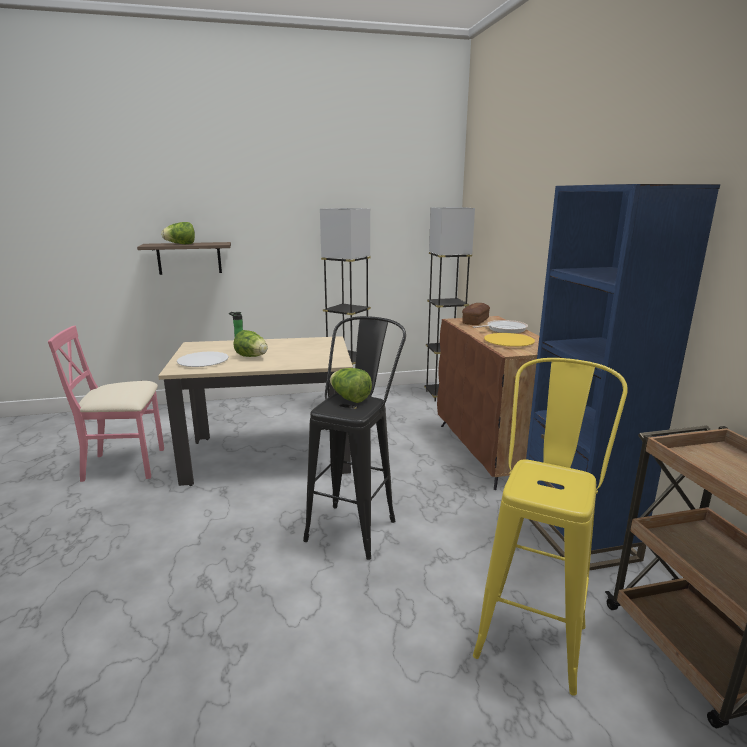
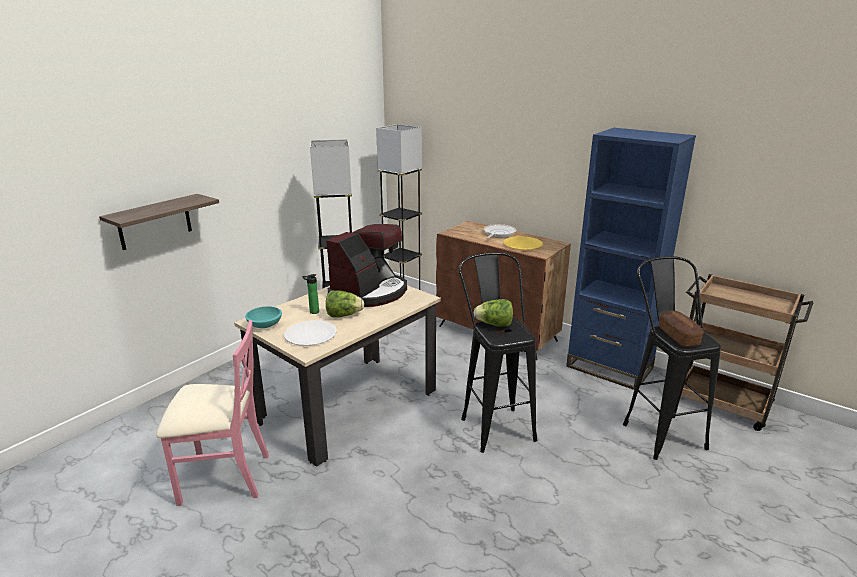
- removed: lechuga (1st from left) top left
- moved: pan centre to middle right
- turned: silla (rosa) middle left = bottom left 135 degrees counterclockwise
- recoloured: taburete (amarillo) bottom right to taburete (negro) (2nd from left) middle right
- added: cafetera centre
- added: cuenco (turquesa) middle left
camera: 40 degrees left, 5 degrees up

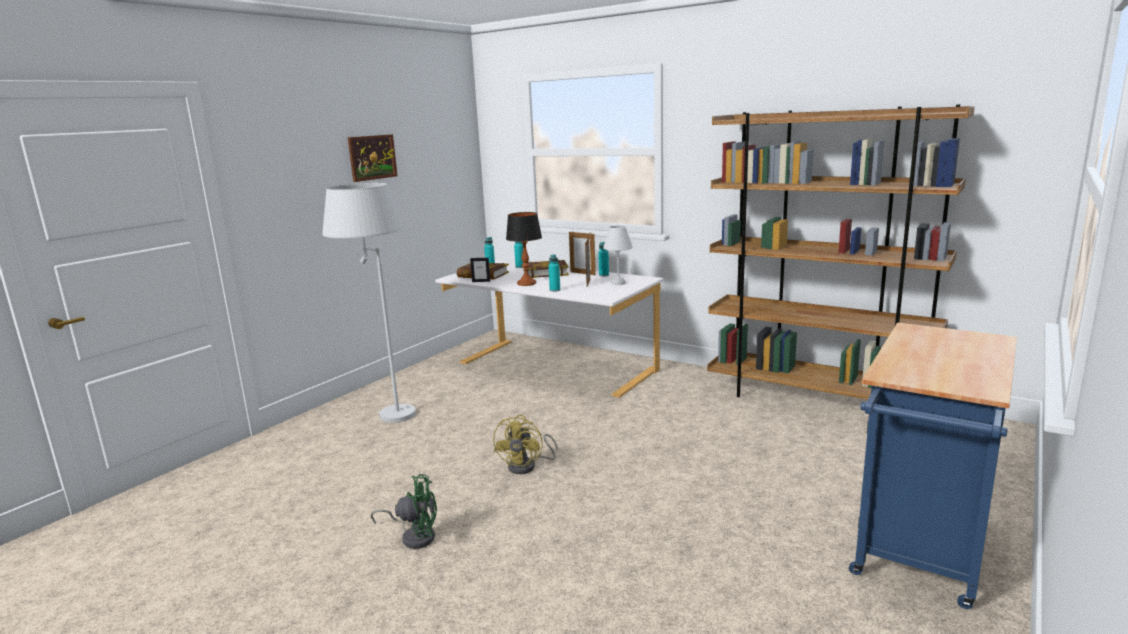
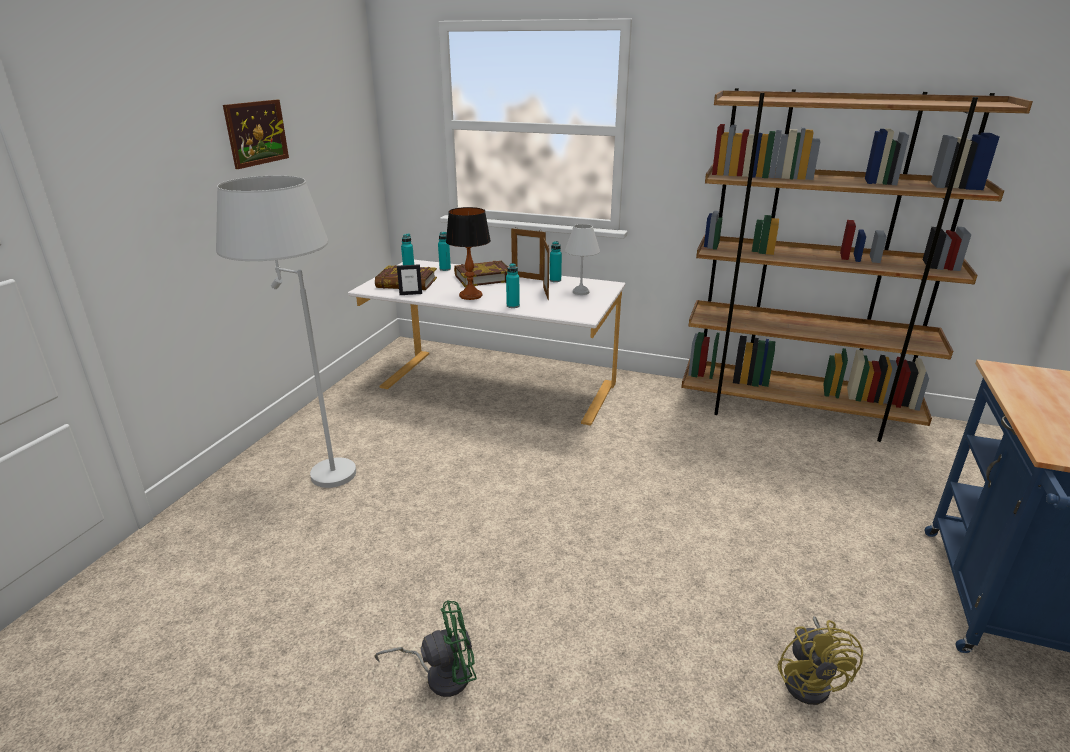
- moved: ventilador (amarillo) bottom centre to bottom right
camera: 15 degrees left, 10 degrees up

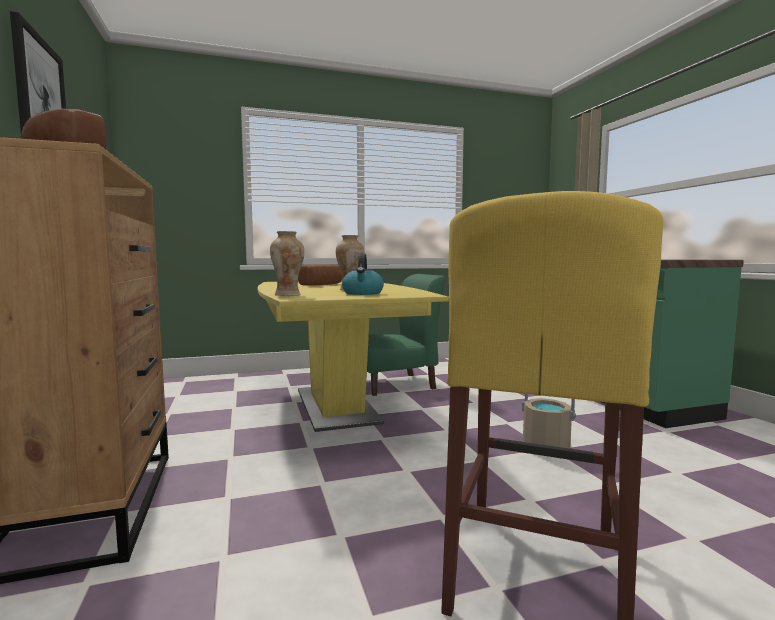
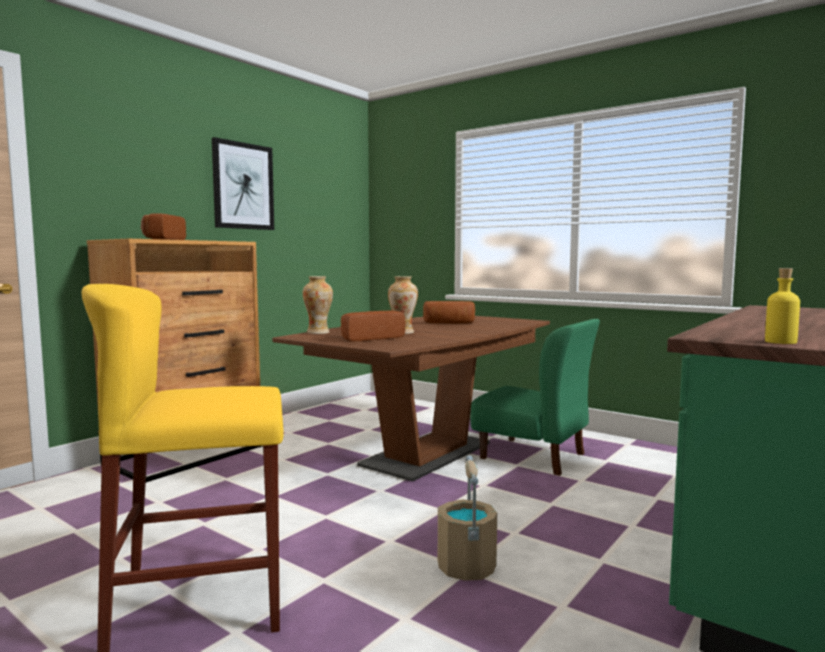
- replaced: hervidor centre to pan (2nd from left) centre
- recoloured: mesa de comedor (amarillo) centre to mesa de comedor (marrón) centre
- added: botella (amarillo) middle right
camera: 55 degrees right, 0 degrees up

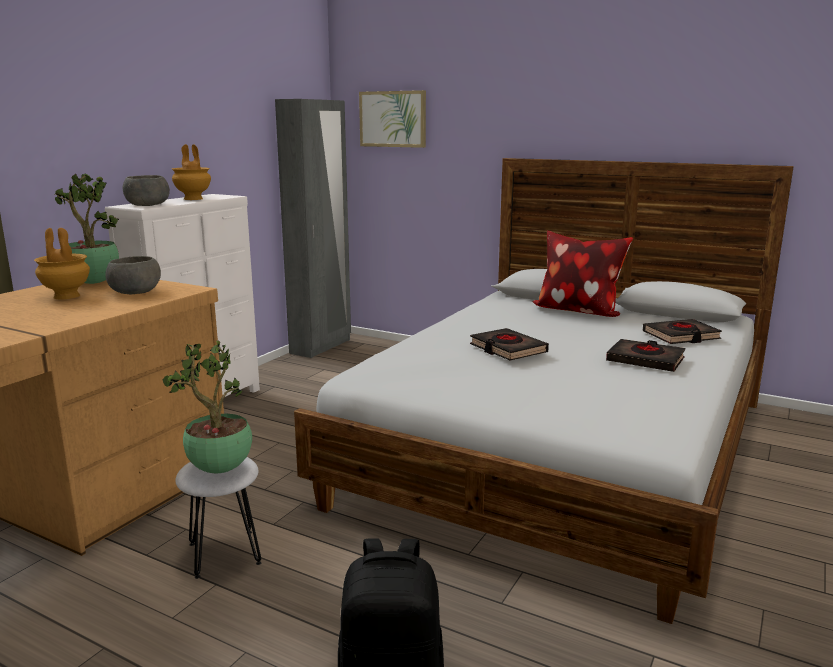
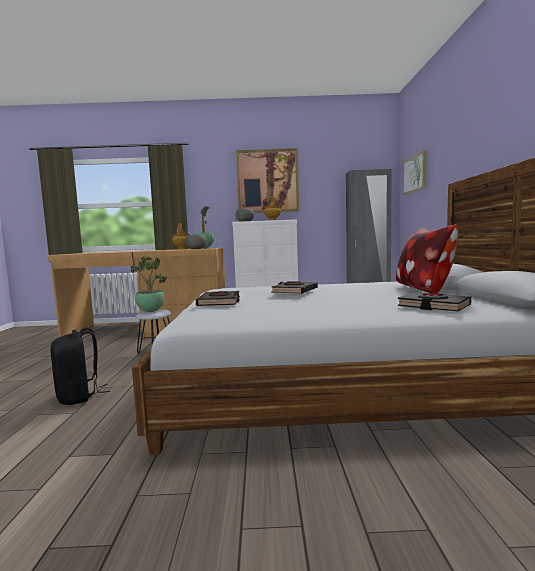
- moved: libro (negro) (2nd from left in the first image) middle right to libro (negro) (1st from left) centre
- added: cuadro (1st from left) top centre
camera: 60 degrees right, 10 degrees down

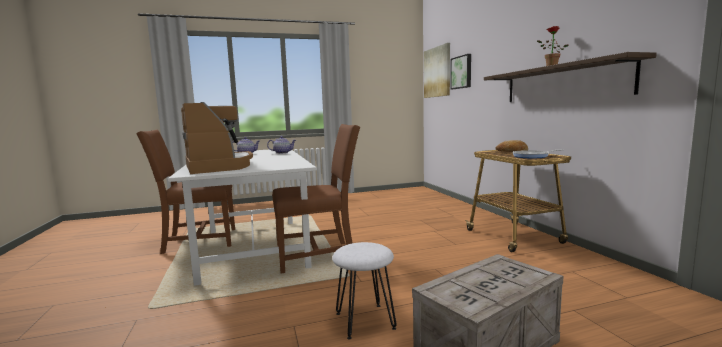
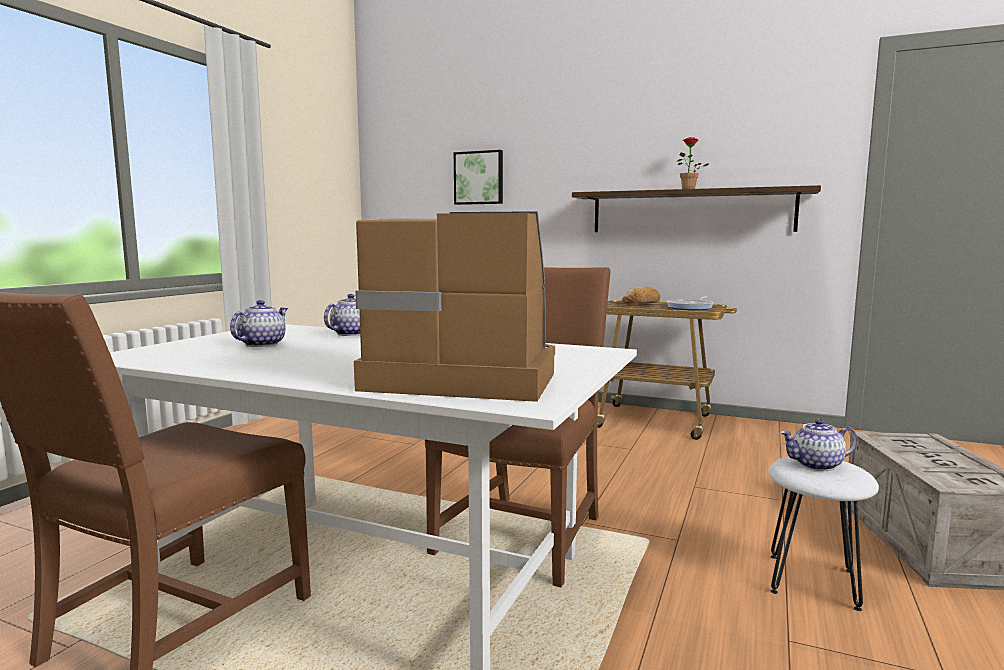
- removed: cuadro (1st from left) top centre
- added: tetera (3rd from left) middle right
camera: 50 degrees left, 0 degrees up

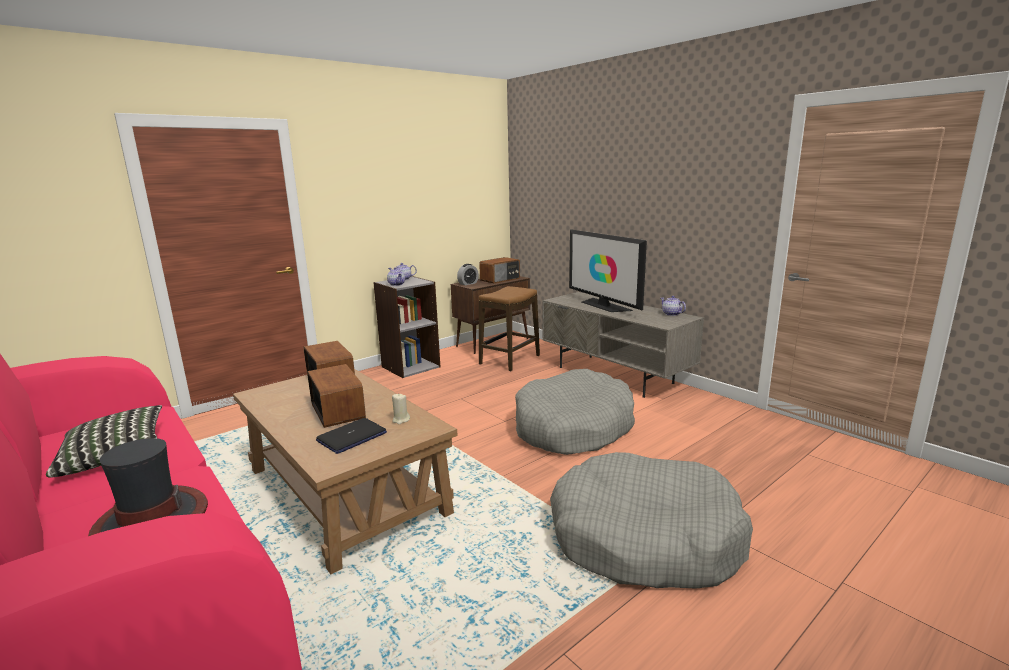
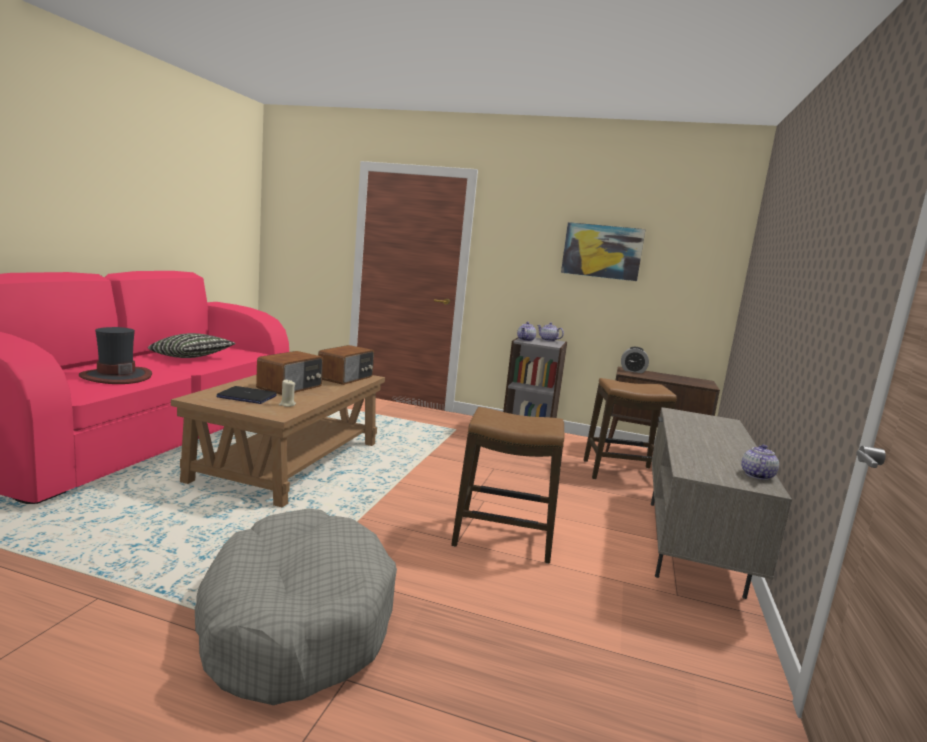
- removed: televisor centre
- removed: radio (3rd from left) centre
- replaced: cama para perro (gris) (1st from left) centre to taburete (1st from left) centre
- added: cuadro centre
camera: 55 degrees right, 5 degrees down

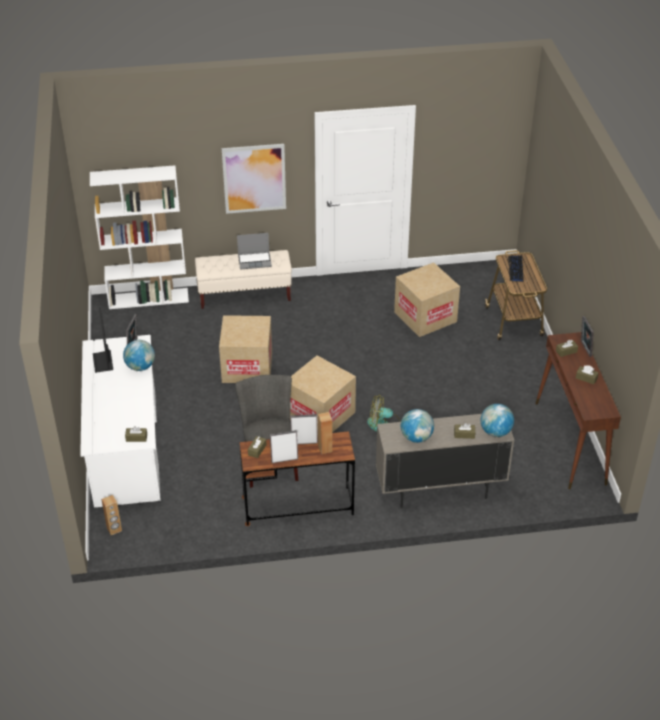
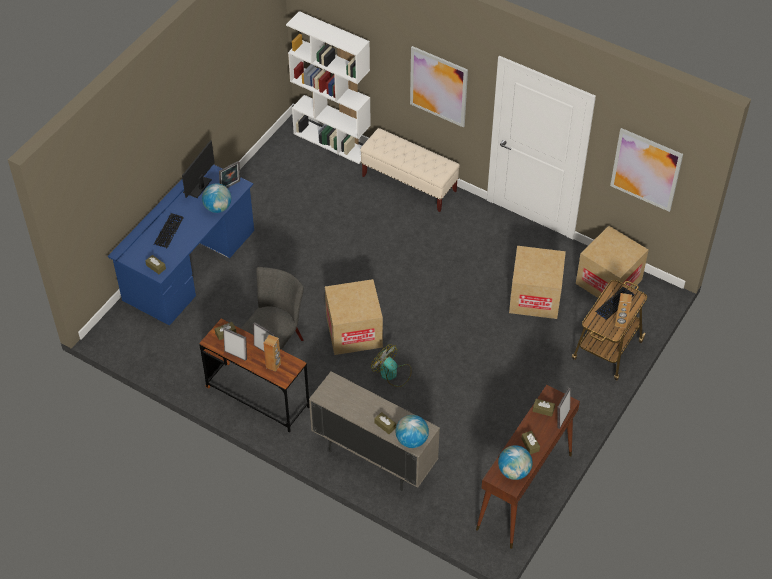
- removed: portátil centre
- moved: caja de cartón (1st from left in the first image) centre to caja de cartón (3rd from left) middle right
- recoloured: escritorio (blanco) middle left to escritorio (azul) middle left
- moved: globo terráqueo (2nd from left in the first image) centre to globo terráqueo (3rd from left) bottom right
- moved: altavoz (marrón) (1st from left in the first image) bottom left to altavoz (marrón) (2nd from left) middle right
- added: cuadro (2nd from left) top right
- added: teclado (1st from left) middle left
camera: 40 degrees right, 10 degrees up

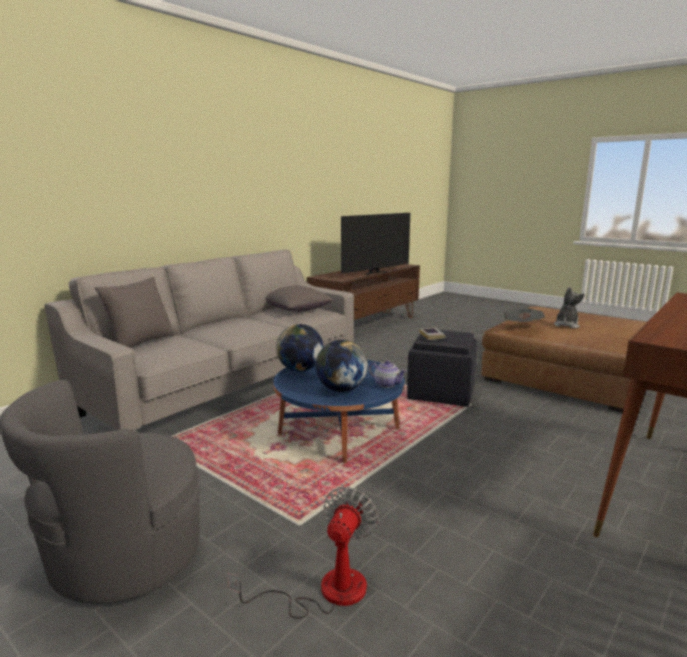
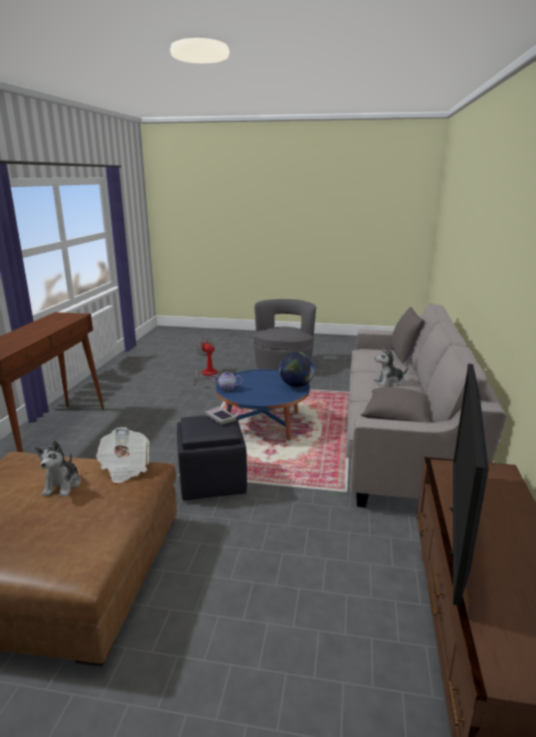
- removed: globo terráqueo (2nd from left) centre
- turned: ventilador bottom centre = centre 150 degrees clockwise
- added: peluche (2nd from left) middle right
camera: 150 degrees right, 5 degrees up

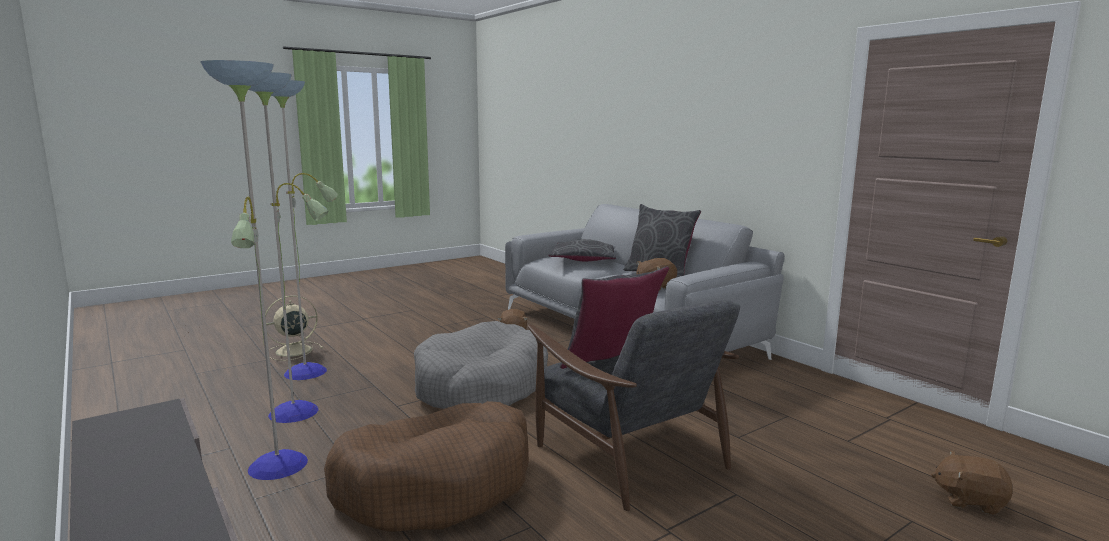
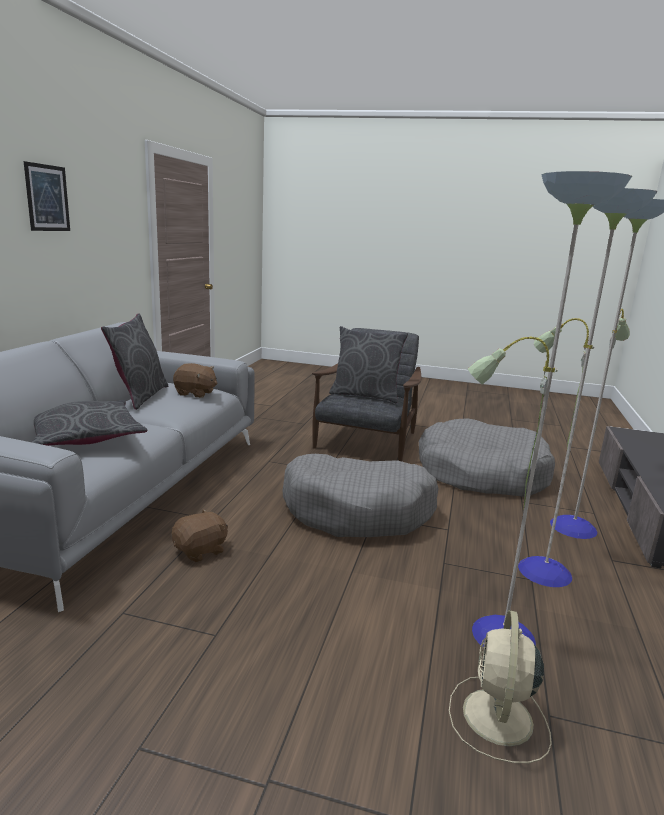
- turned: ventilador (beis) middle left = bottom right 90 degrees clockwise
- recoloured: cama para perro (marrón) bottom centre to cama para perro (gris) (2nd from left) middle right
- removed: peluche (marrón) (3rd from left) bottom right
- added: cuadro top left
camera: 130 degrees left, 5 degrees up

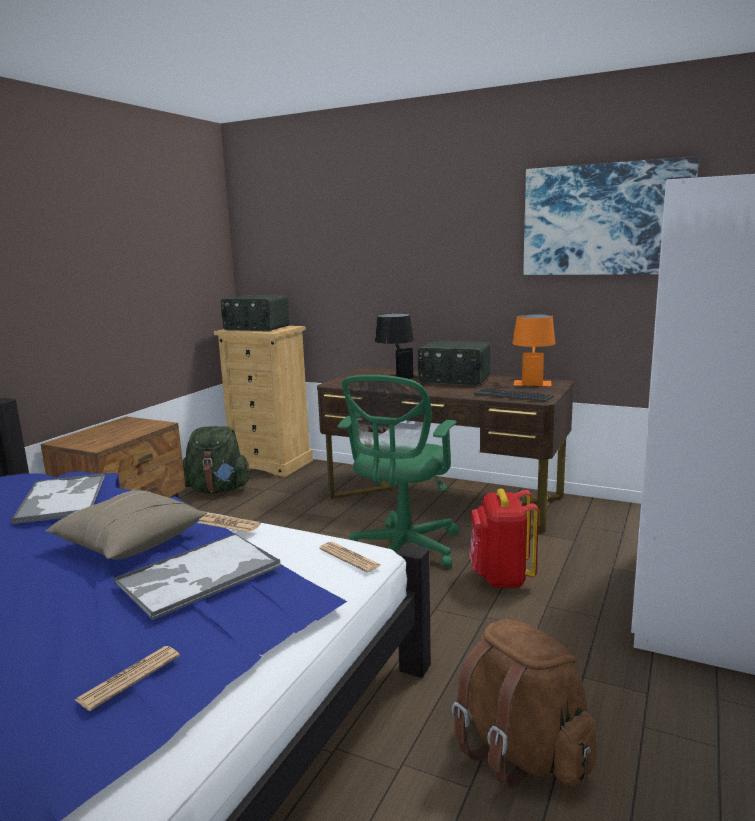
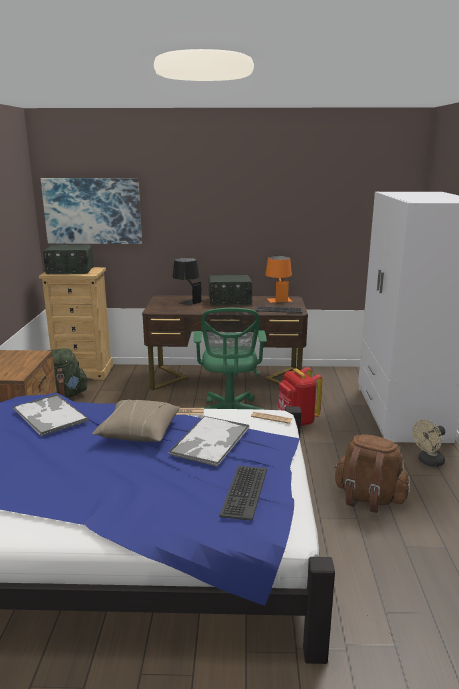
- moved: cuadro top right to top left
- replaced: periódico (1st from left) bottom left to teclado (1st from left) bottom centre
- added: ventilador (beis) middle right
camera: 25 degrees left, 5 degrees up

